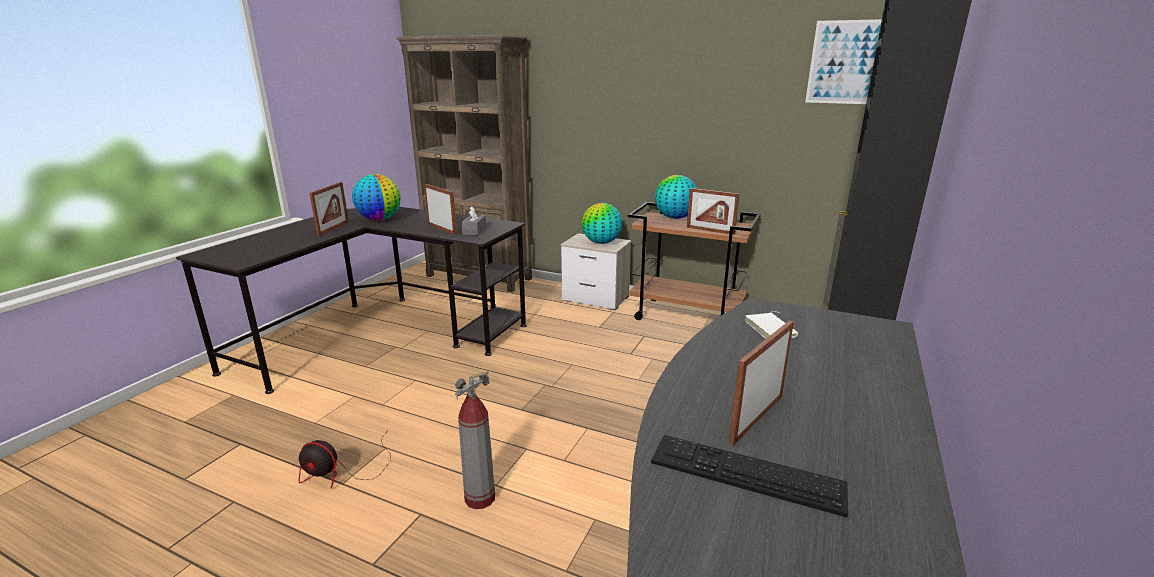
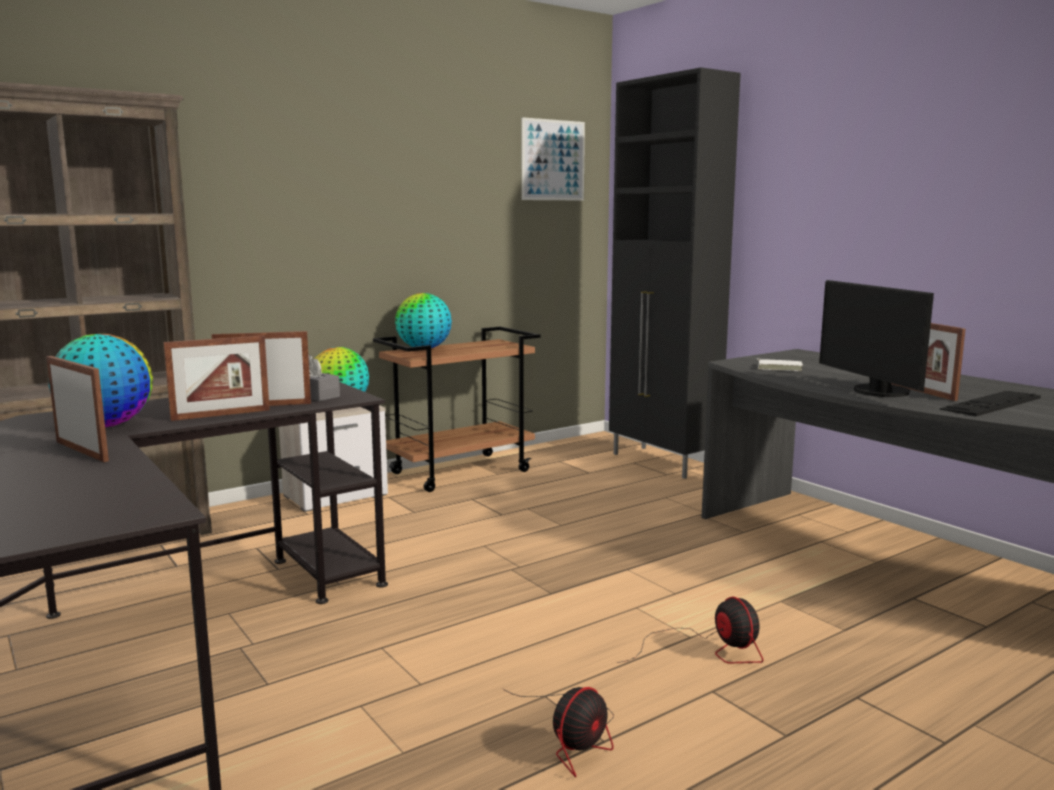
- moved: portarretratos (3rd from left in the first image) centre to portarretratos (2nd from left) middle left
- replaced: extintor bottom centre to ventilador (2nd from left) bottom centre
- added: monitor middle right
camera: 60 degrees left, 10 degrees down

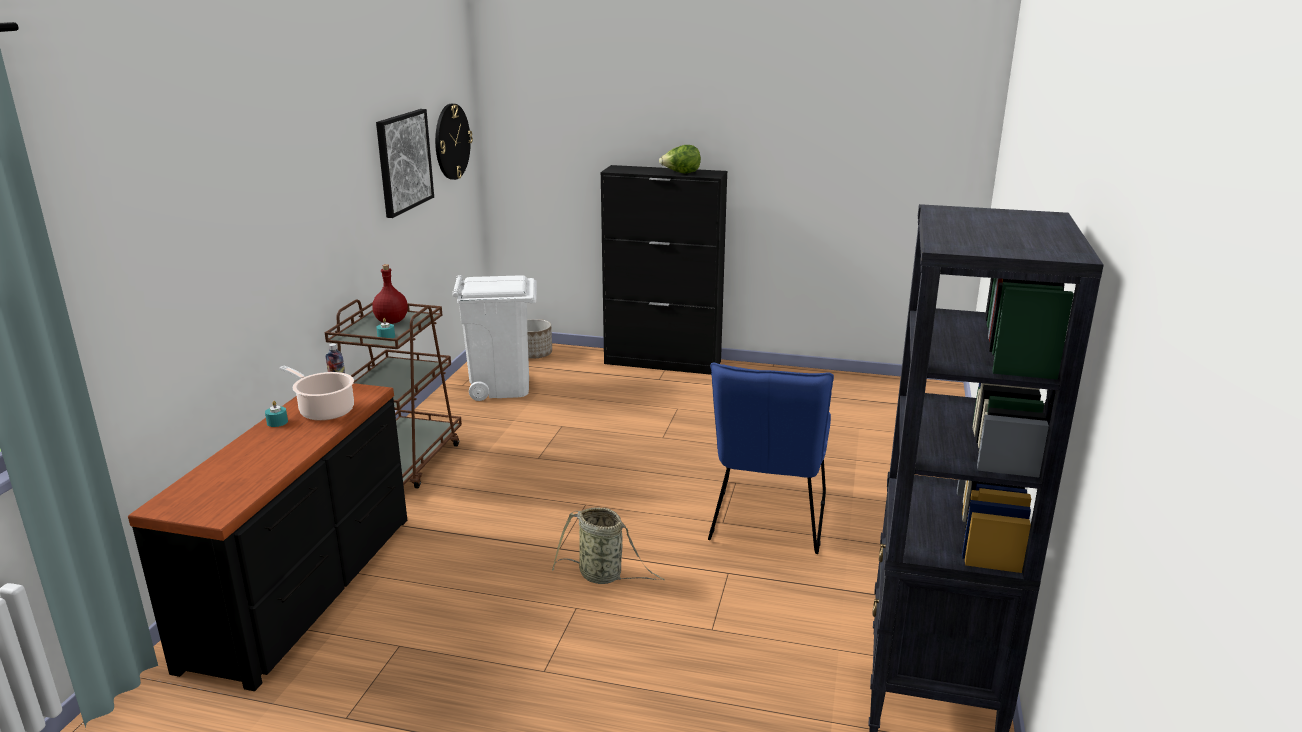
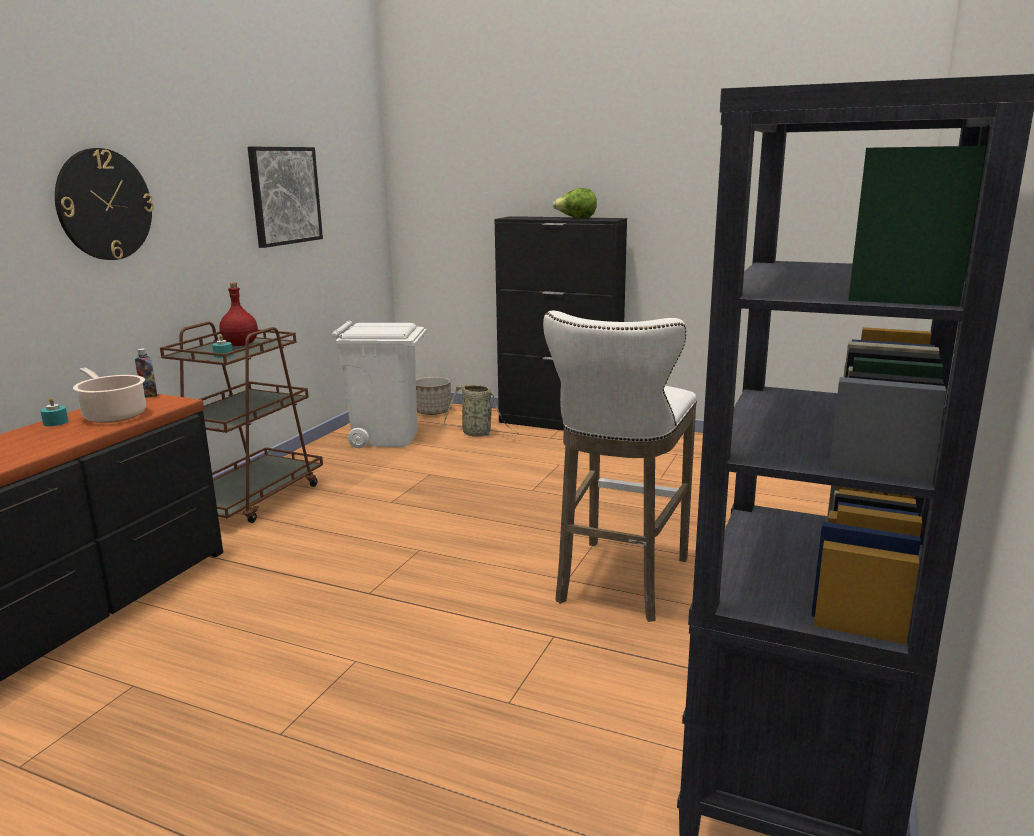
- moved: reloj de pared top centre to top left
- replaced: silla (azul) centre to taburete (blanco) centre
- moved: cesta bottom centre to centre
camera: 10 degrees right, 5 degrees down

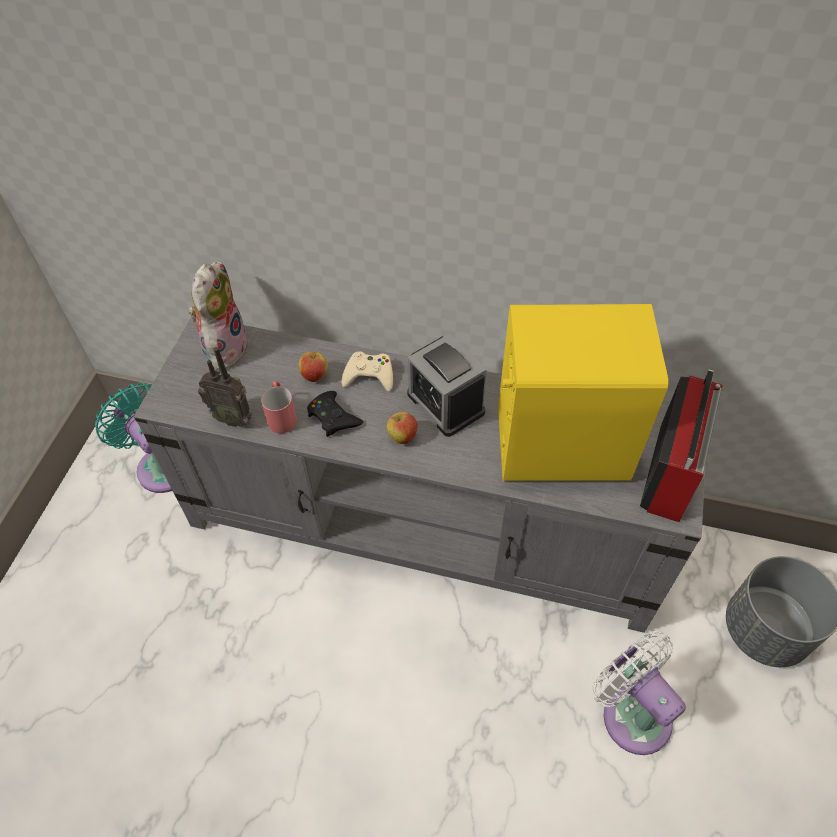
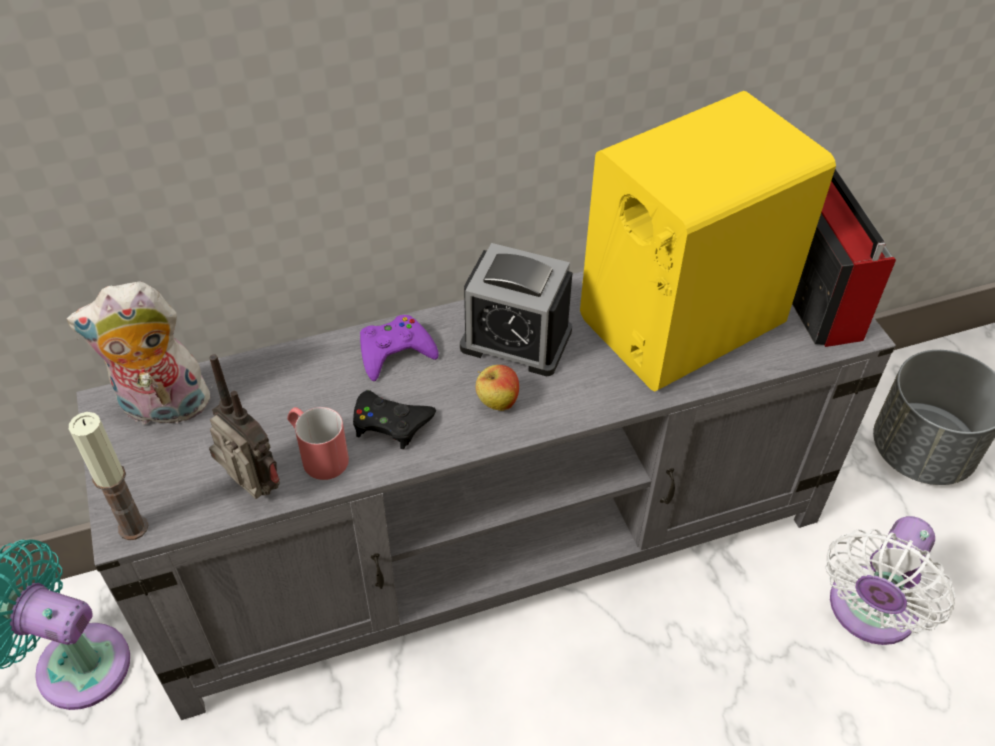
- turned: peluche middle left = middle left 75 degrees counterclockwise
- turned: radio (1st from left) middle left = middle left 120 degrees counterclockwise
- removed: manzana (1st from left) centre
- recoloured: mando de consola (beis) centre to mando de consola (morado) centre
- turned: ventilador (blanco) bottom right = bottom right 75 degrees counterclockwise
- added: vela middle left
camera: 35 degrees left, 5 degrees down

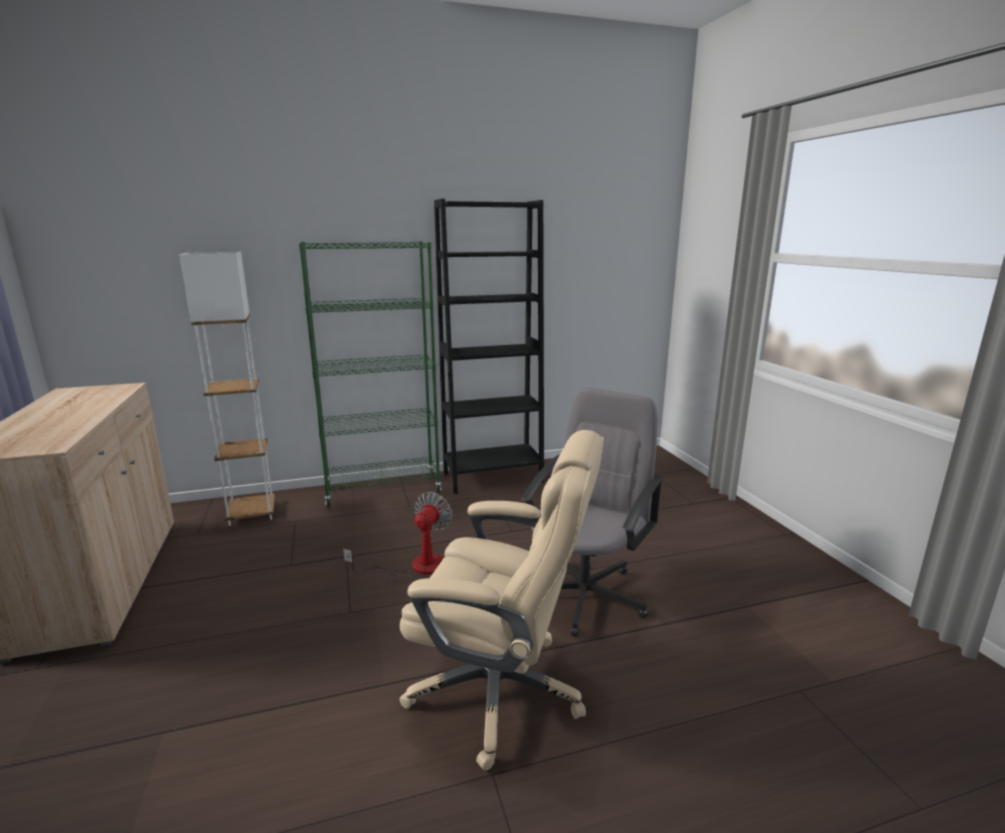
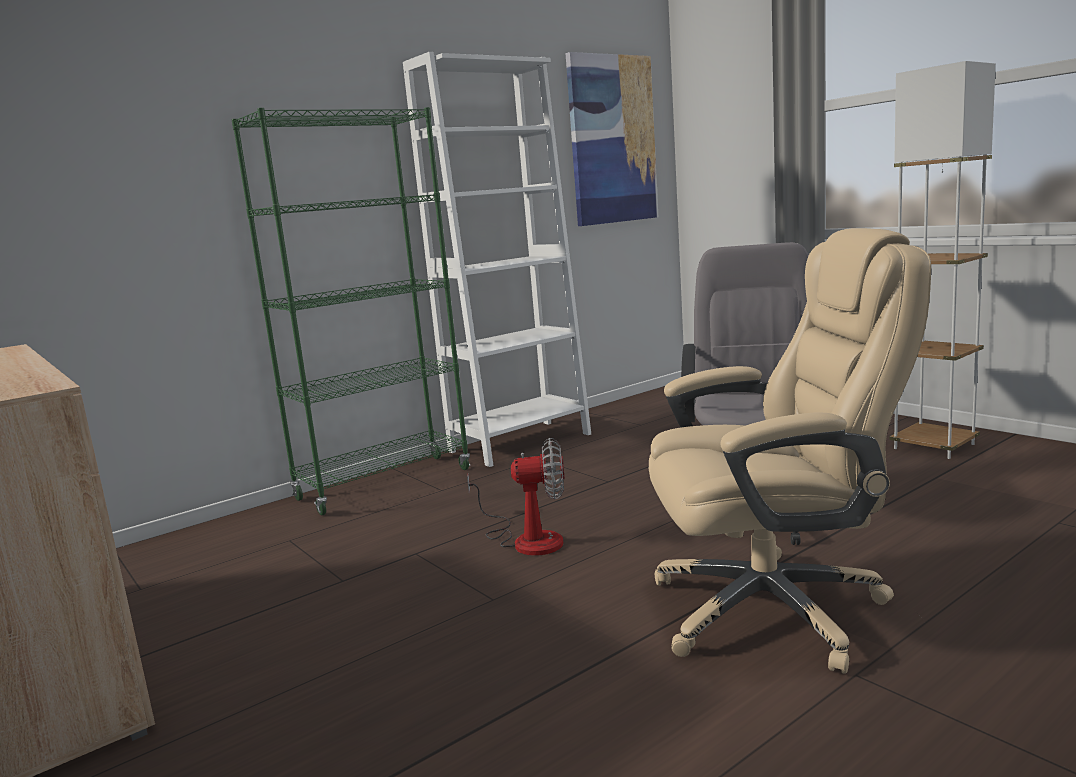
- recoloured: estantería (negro) centre to estantería (blanco) centre
- moved: lámpara de pie (blanco) middle left to middle right
- turned: ventilador centre = centre 90 degrees clockwise
- added: cuadro top centre
camera: 20 degrees left, 5 degrees down

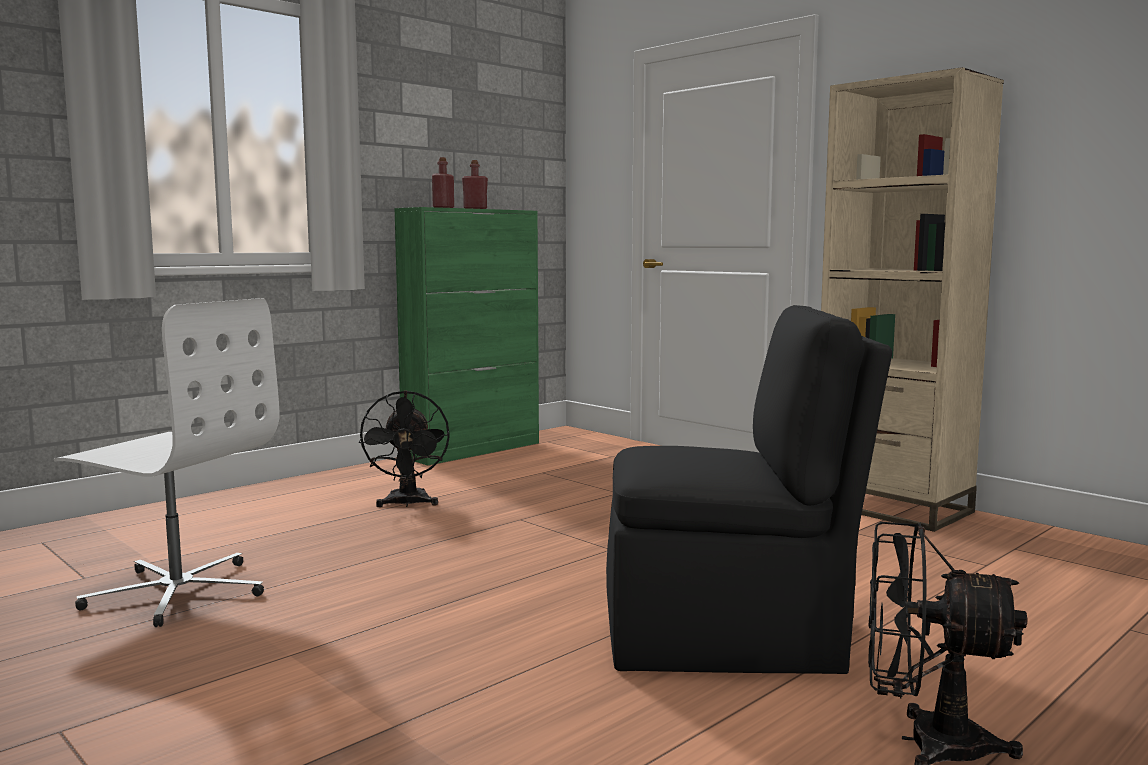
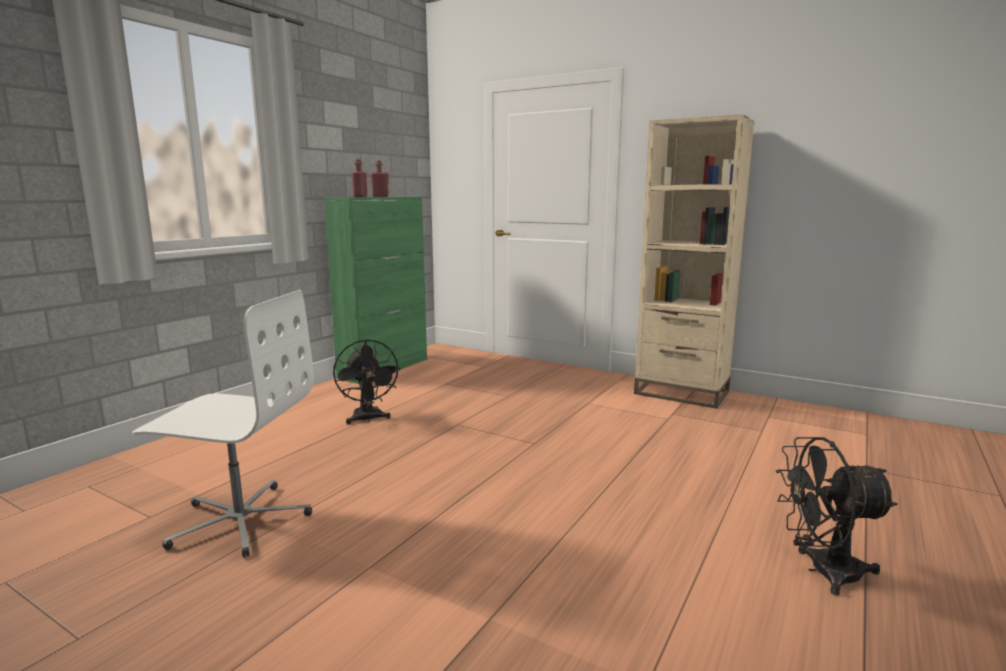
- removed: silla (negro) centre
camera: 15 degrees left, 5 degrees up

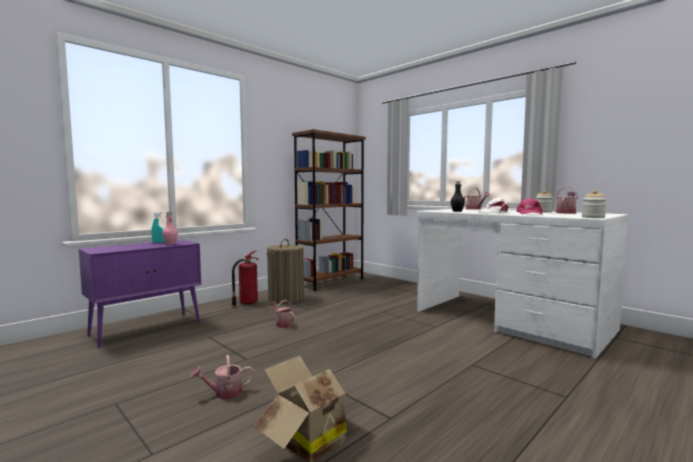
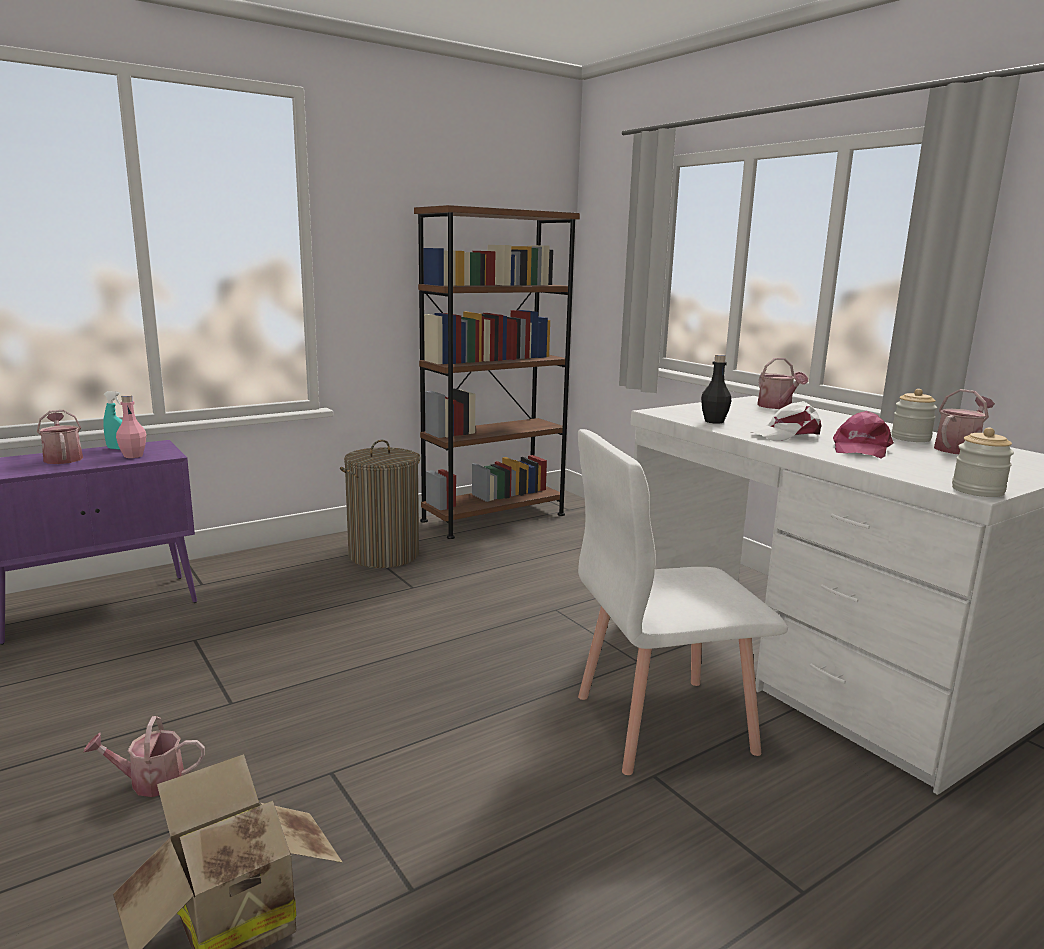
- removed: extintor centre
- moved: regadera (2nd from left in the first image) bottom centre to regadera (1st from left) middle left
- added: silla (blanco) centre
camera: 10 degrees right, 10 degrees up

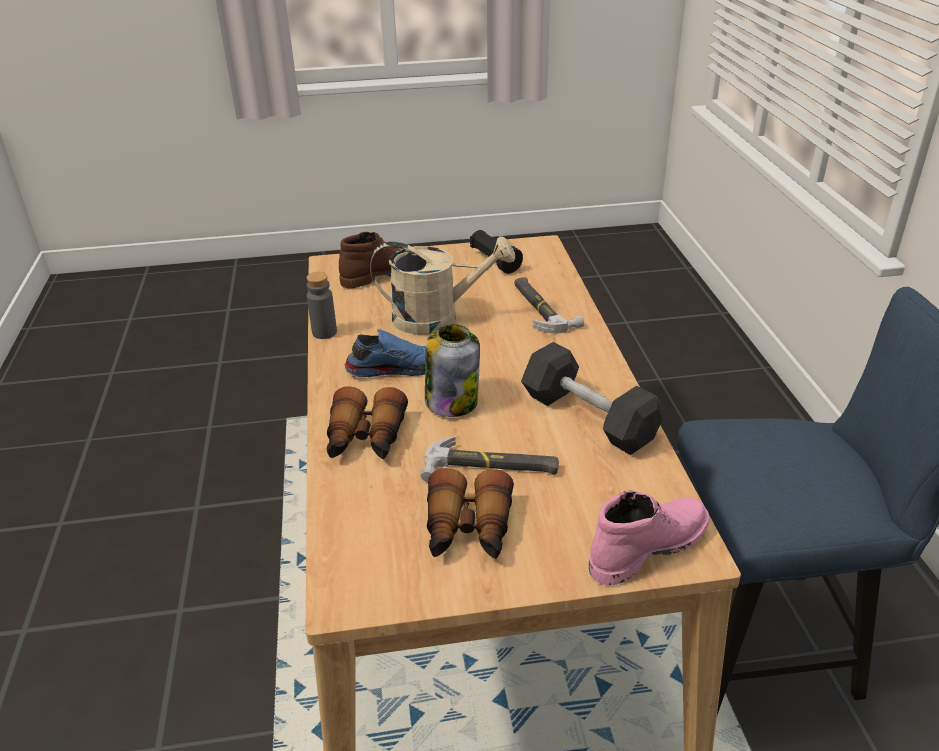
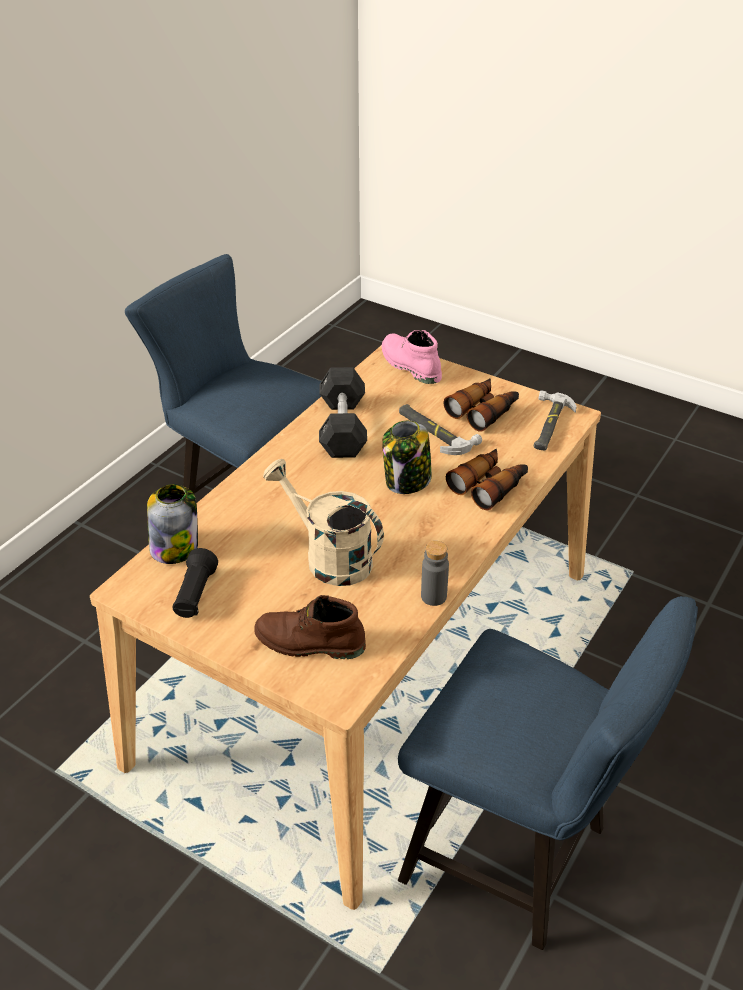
- moved: martillo (2nd from left) centre to middle right
- removed: zapato (azul) centre
- turned: bota (rosa) bottom right = centre 45 degrees clockwise
- added: tarro (1st from left) middle left
- added: silla (azul) (2nd from left) bottom right
camera: 140 degrees left, 5 degrees up

